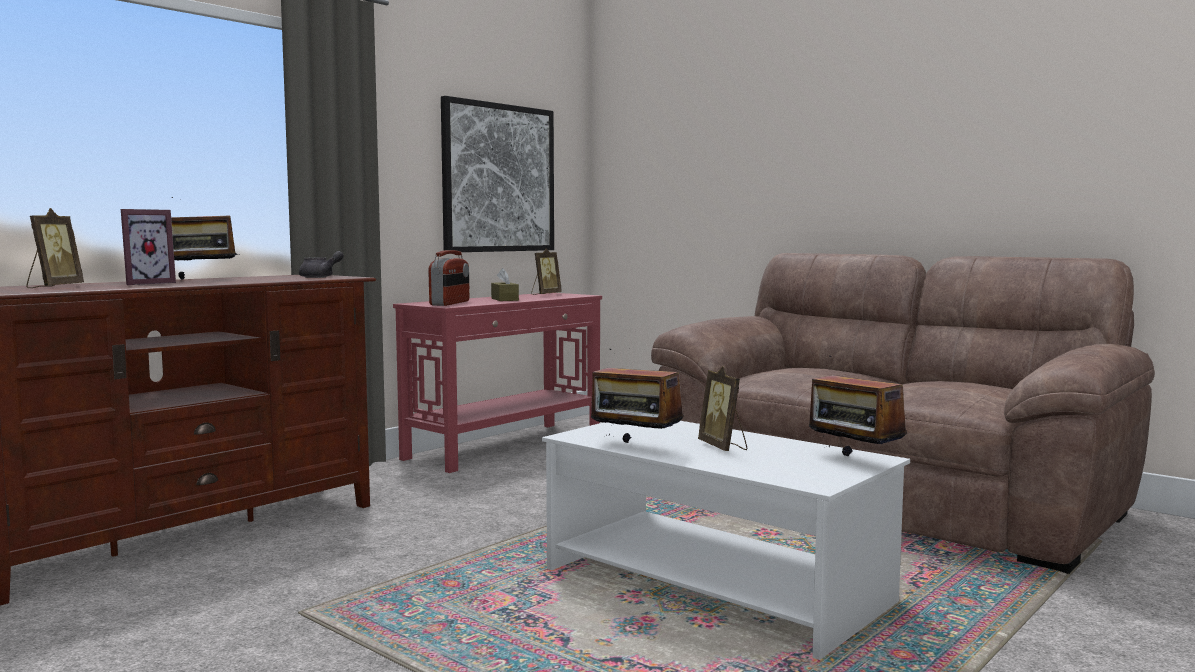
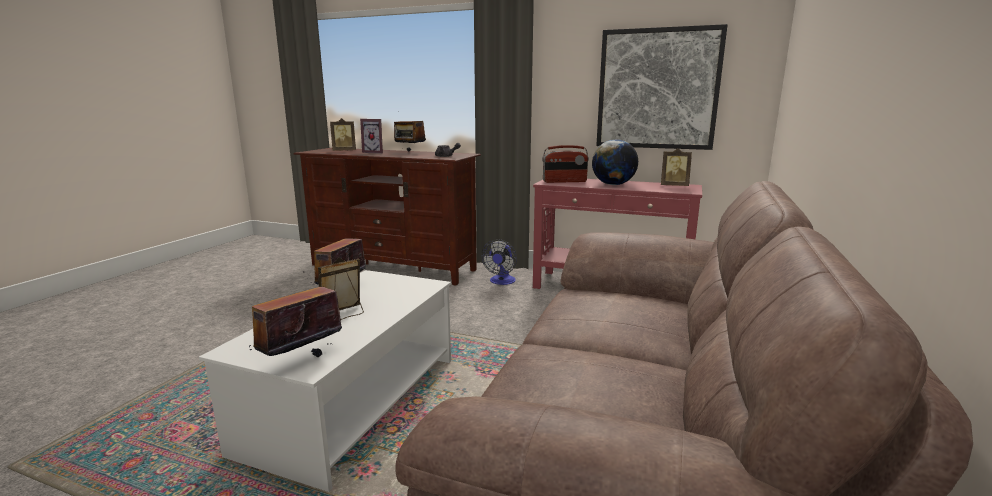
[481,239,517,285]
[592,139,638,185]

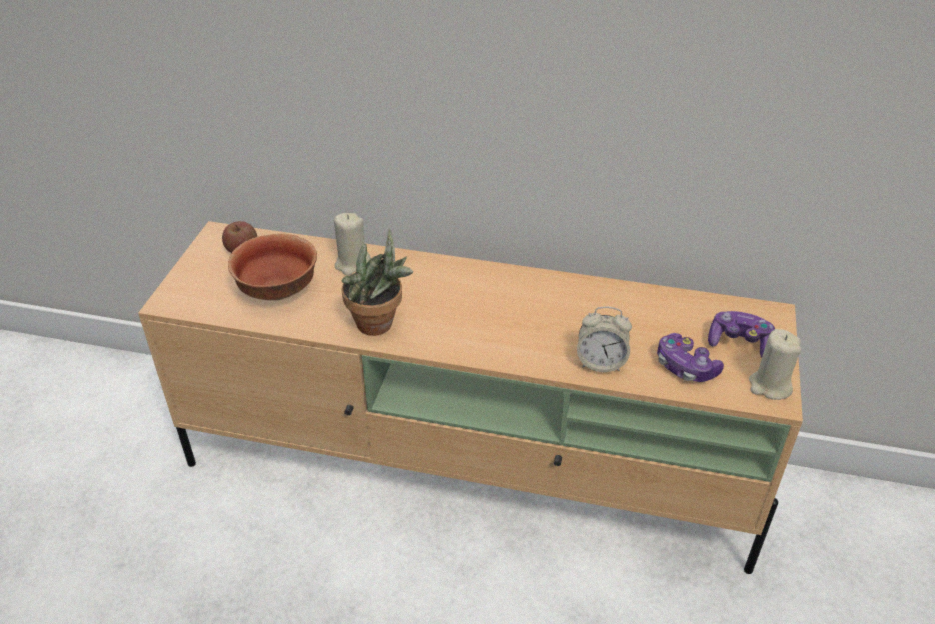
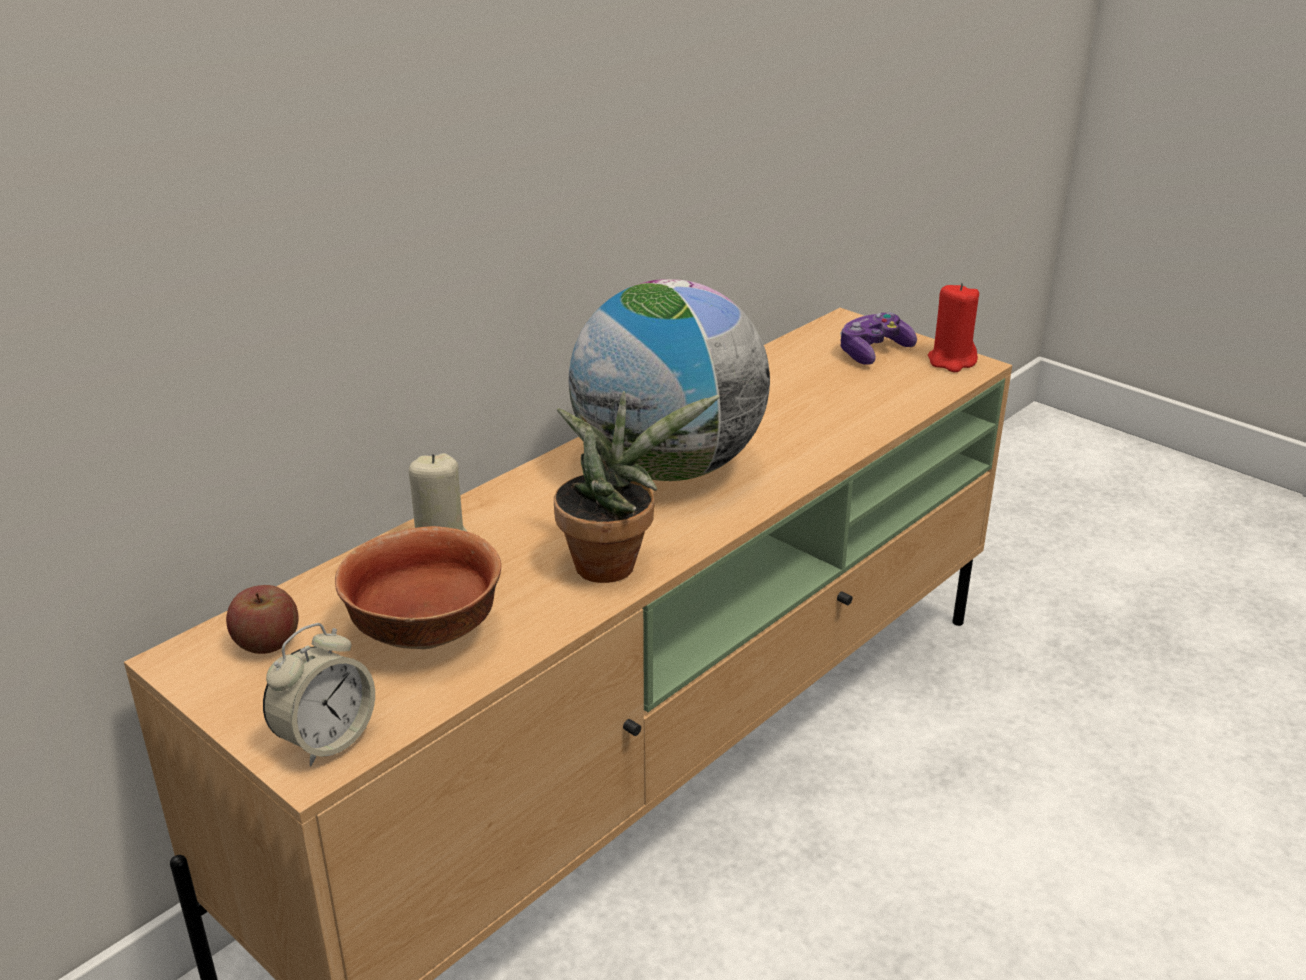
[657,333,724,382] (first image)
[569,279,770,481]
[263,623,375,766]
[928,283,979,372]

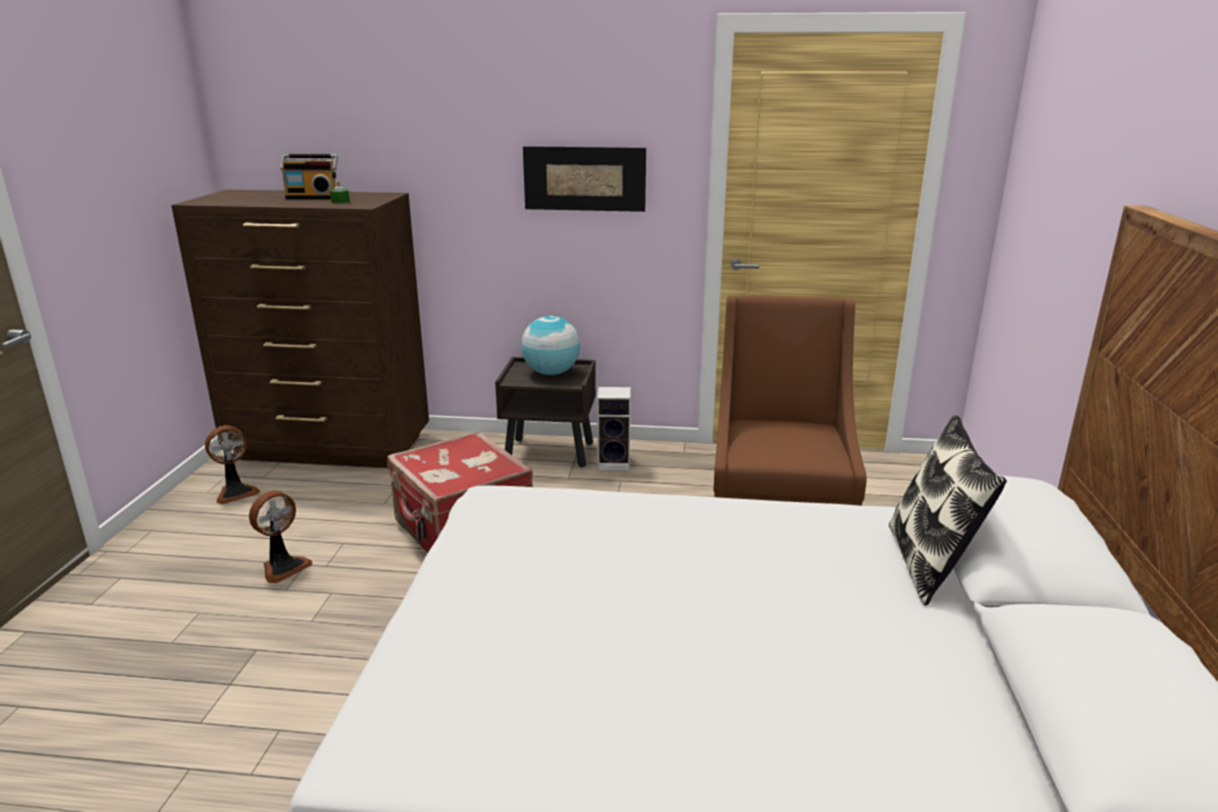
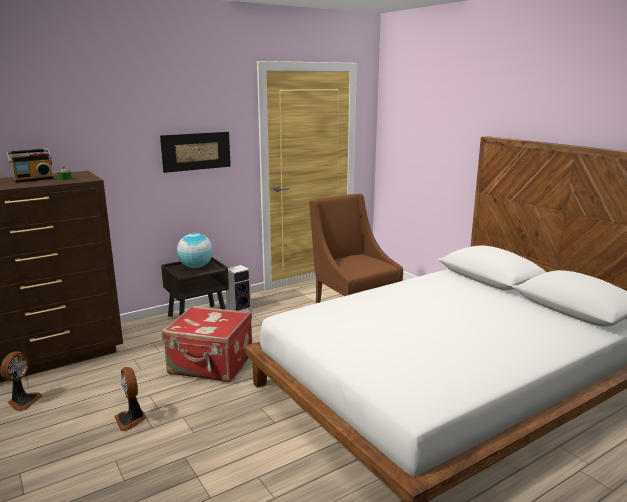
[889,415,1007,605] (first image)
[115,367,146,431]

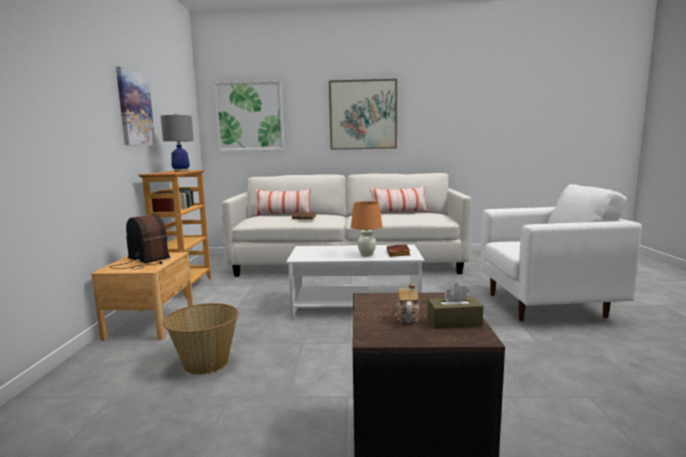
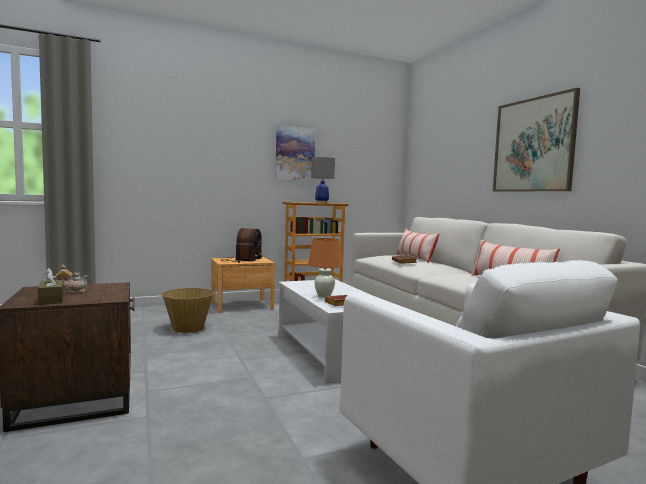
[213,80,284,151] (first image)

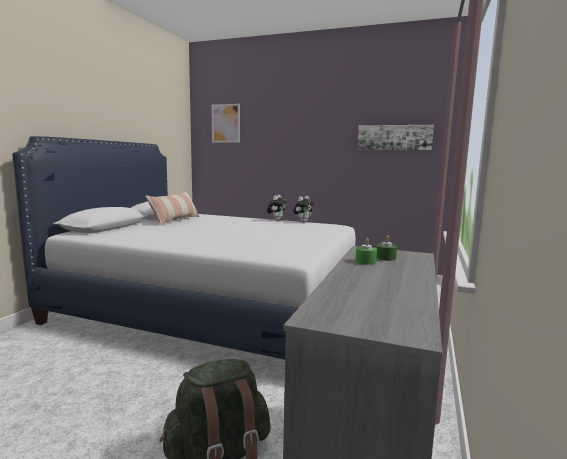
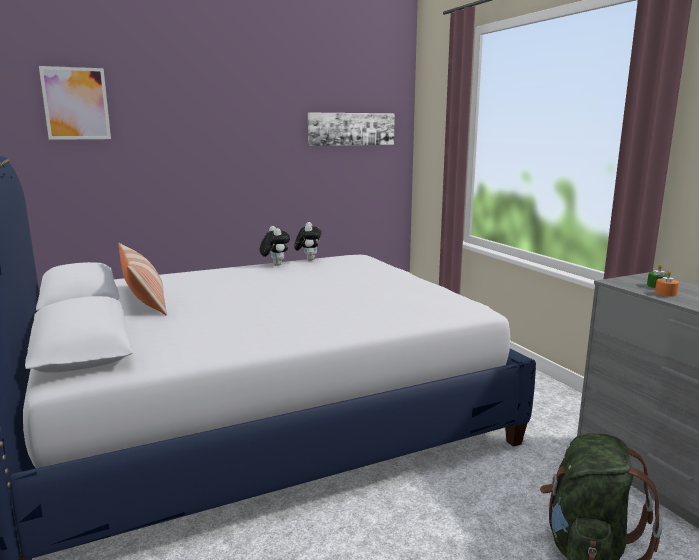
[655,271,679,296]

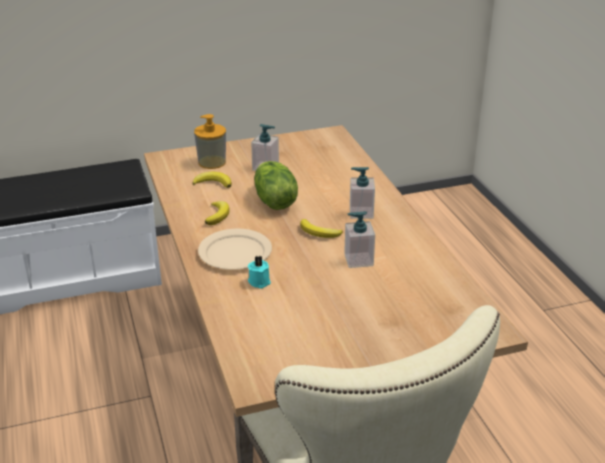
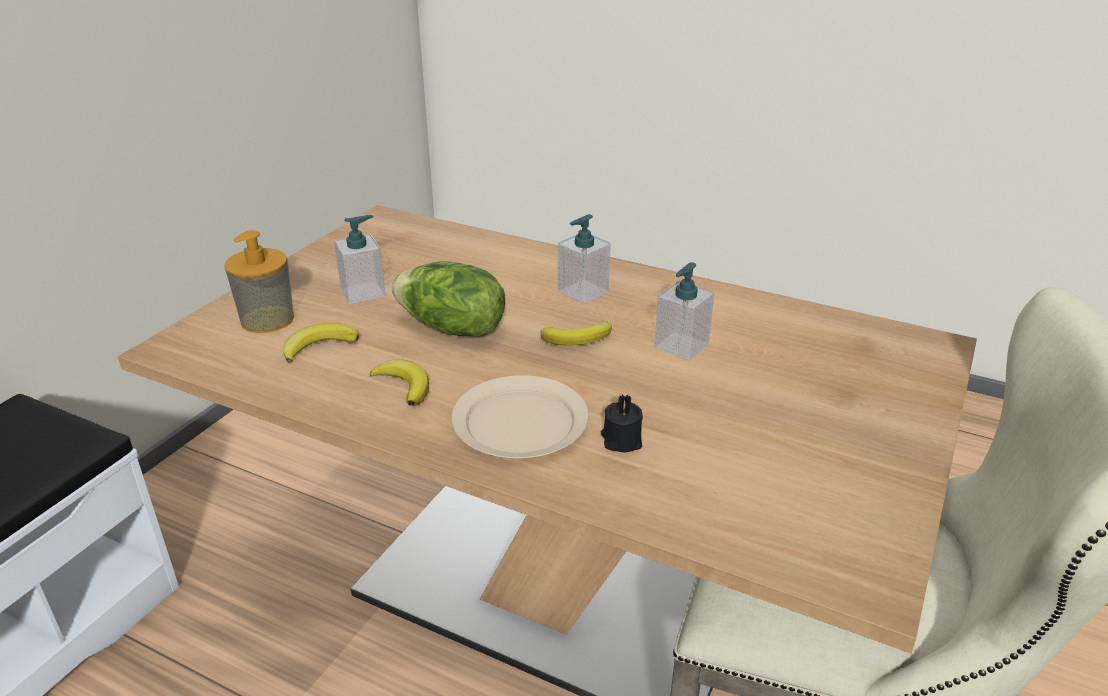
[601,394,643,452]

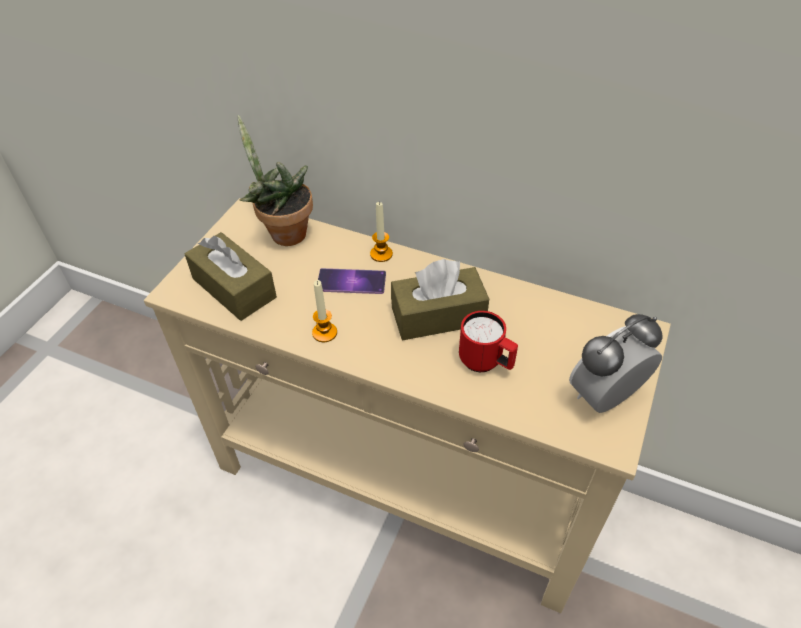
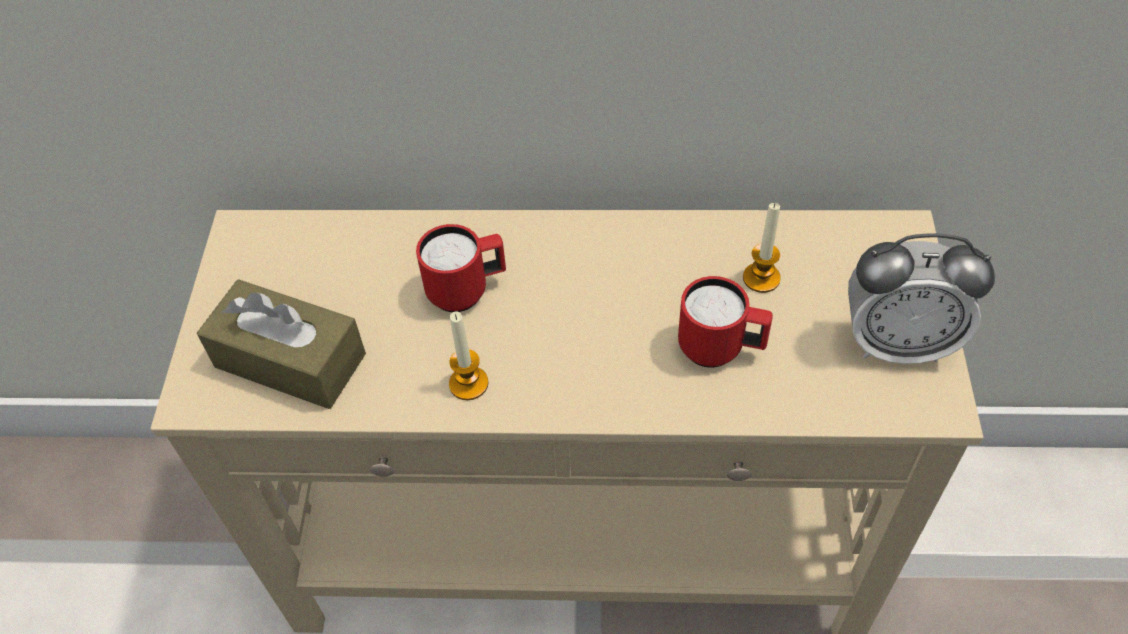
[238,115,313,246] (first image)
[391,259,489,340] (first image)
[743,203,781,293]
[416,224,506,312]
[848,233,995,364]

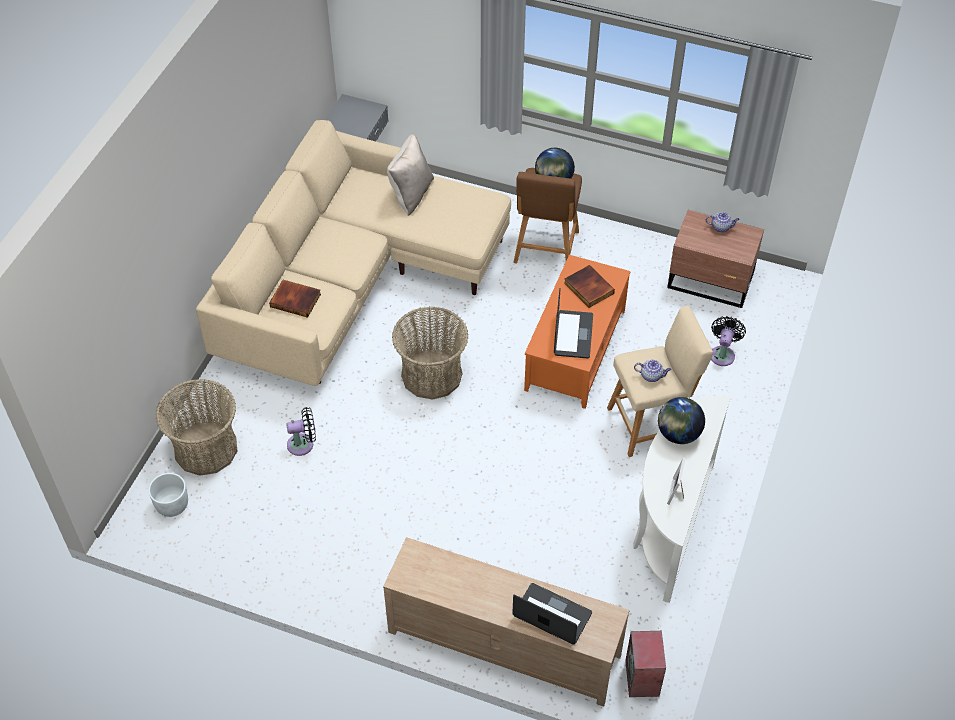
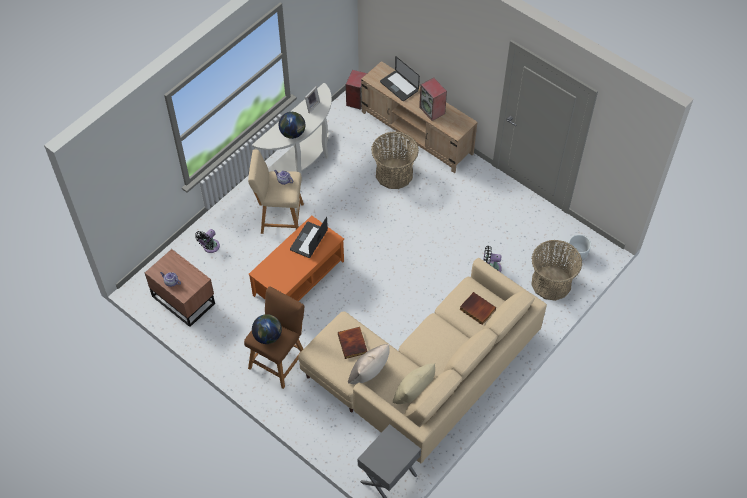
[393,363,435,404]
[419,78,447,121]
[371,132,419,189]
[338,327,367,359]

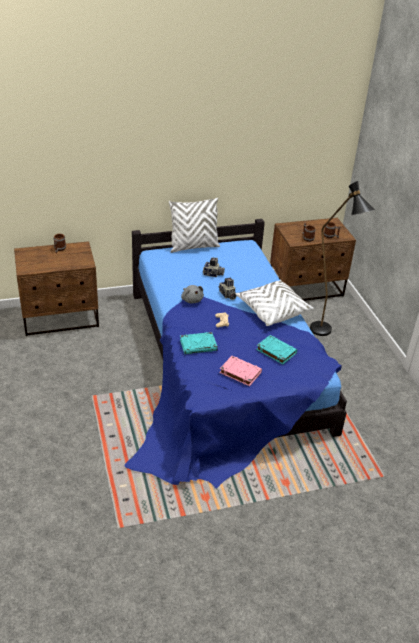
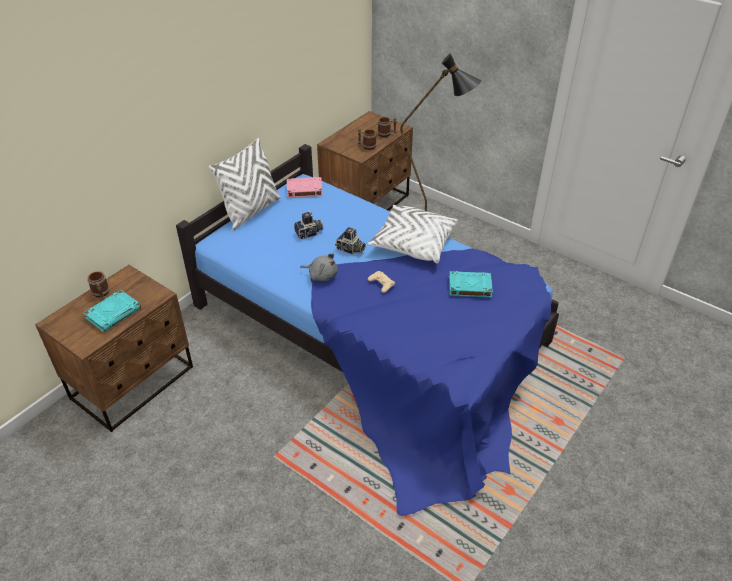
[83,290,141,333]
[287,177,323,198]

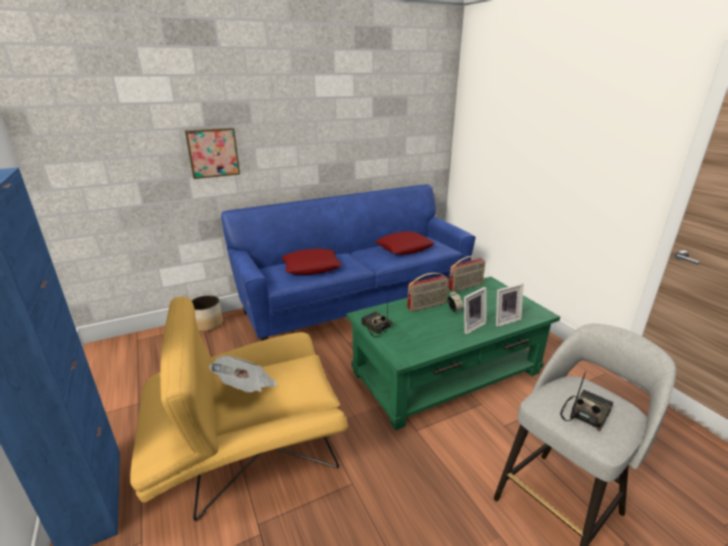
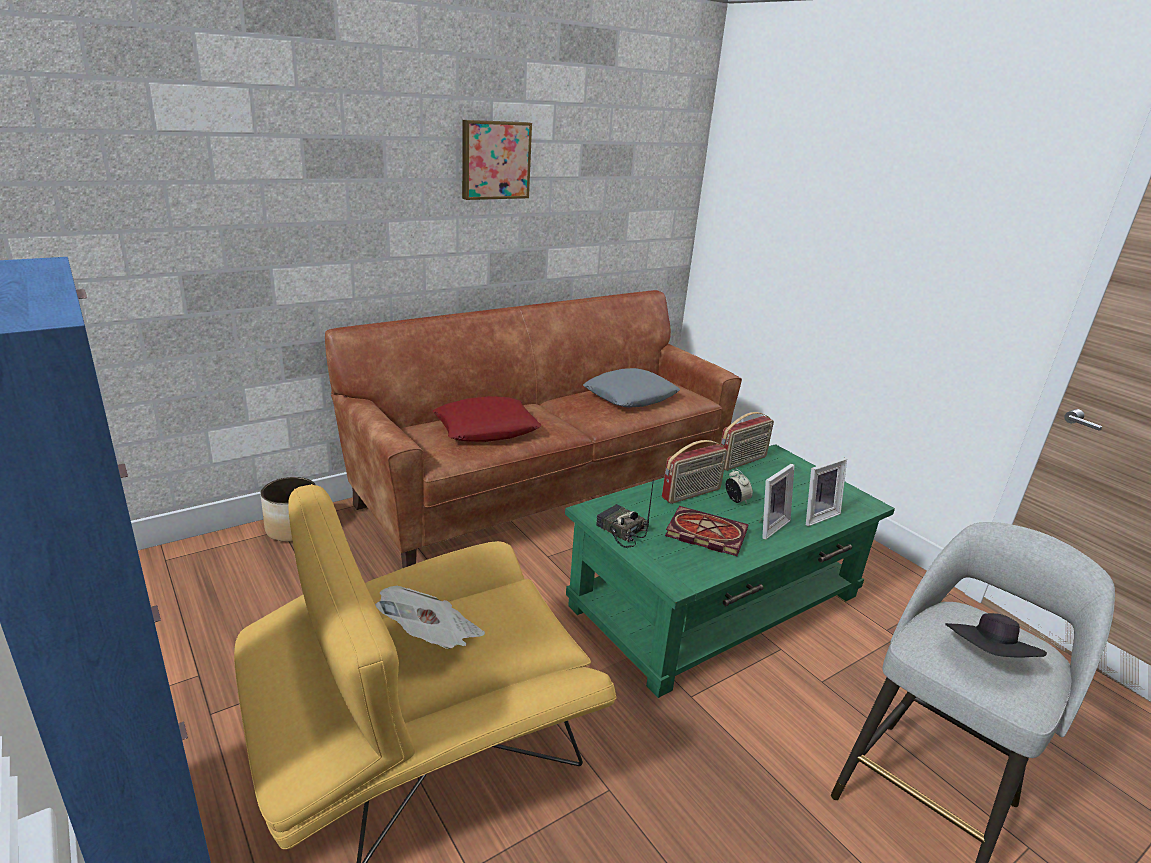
[665,506,749,556]
[462,120,532,200]
[945,613,1047,658]
[325,290,742,568]
[583,368,680,408]

